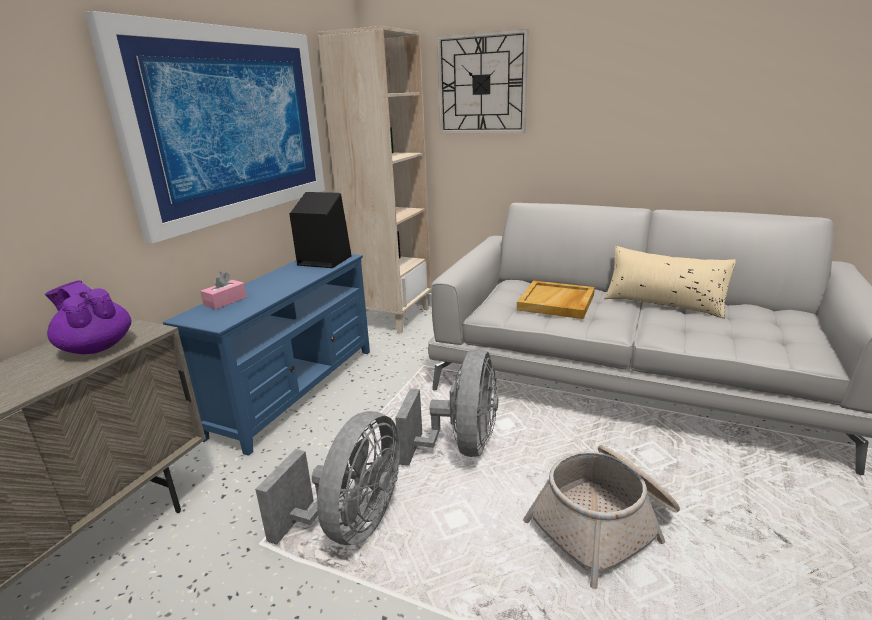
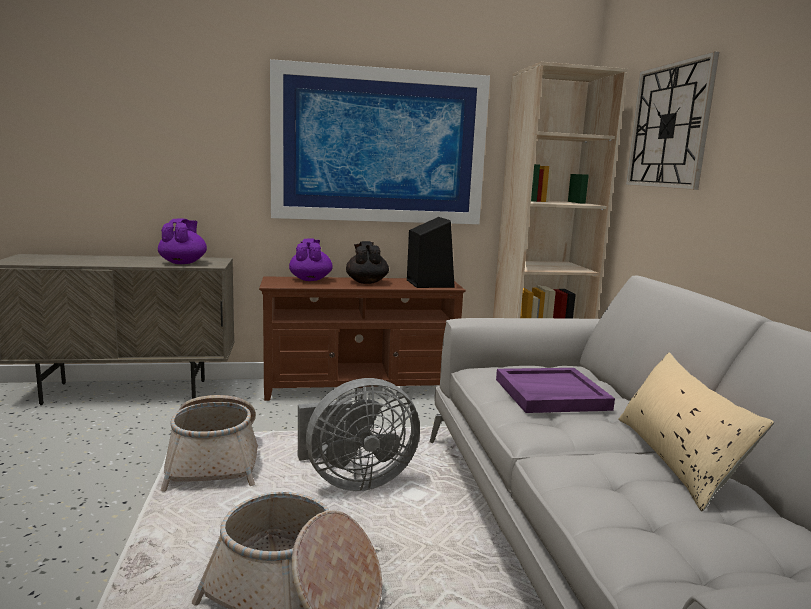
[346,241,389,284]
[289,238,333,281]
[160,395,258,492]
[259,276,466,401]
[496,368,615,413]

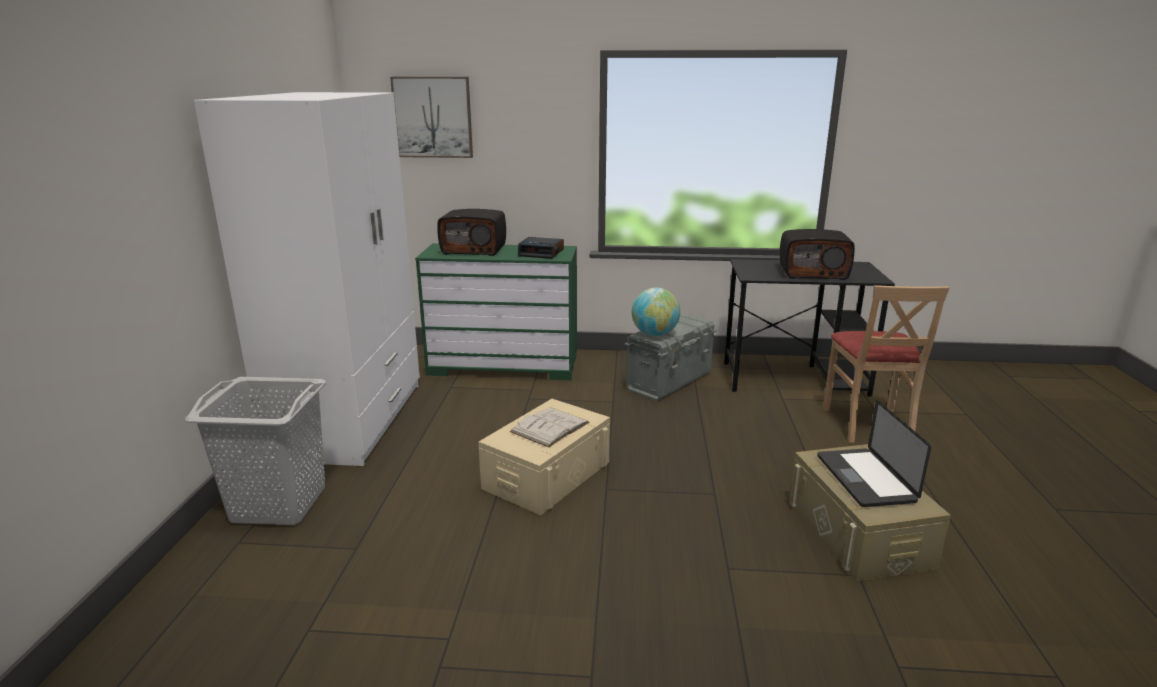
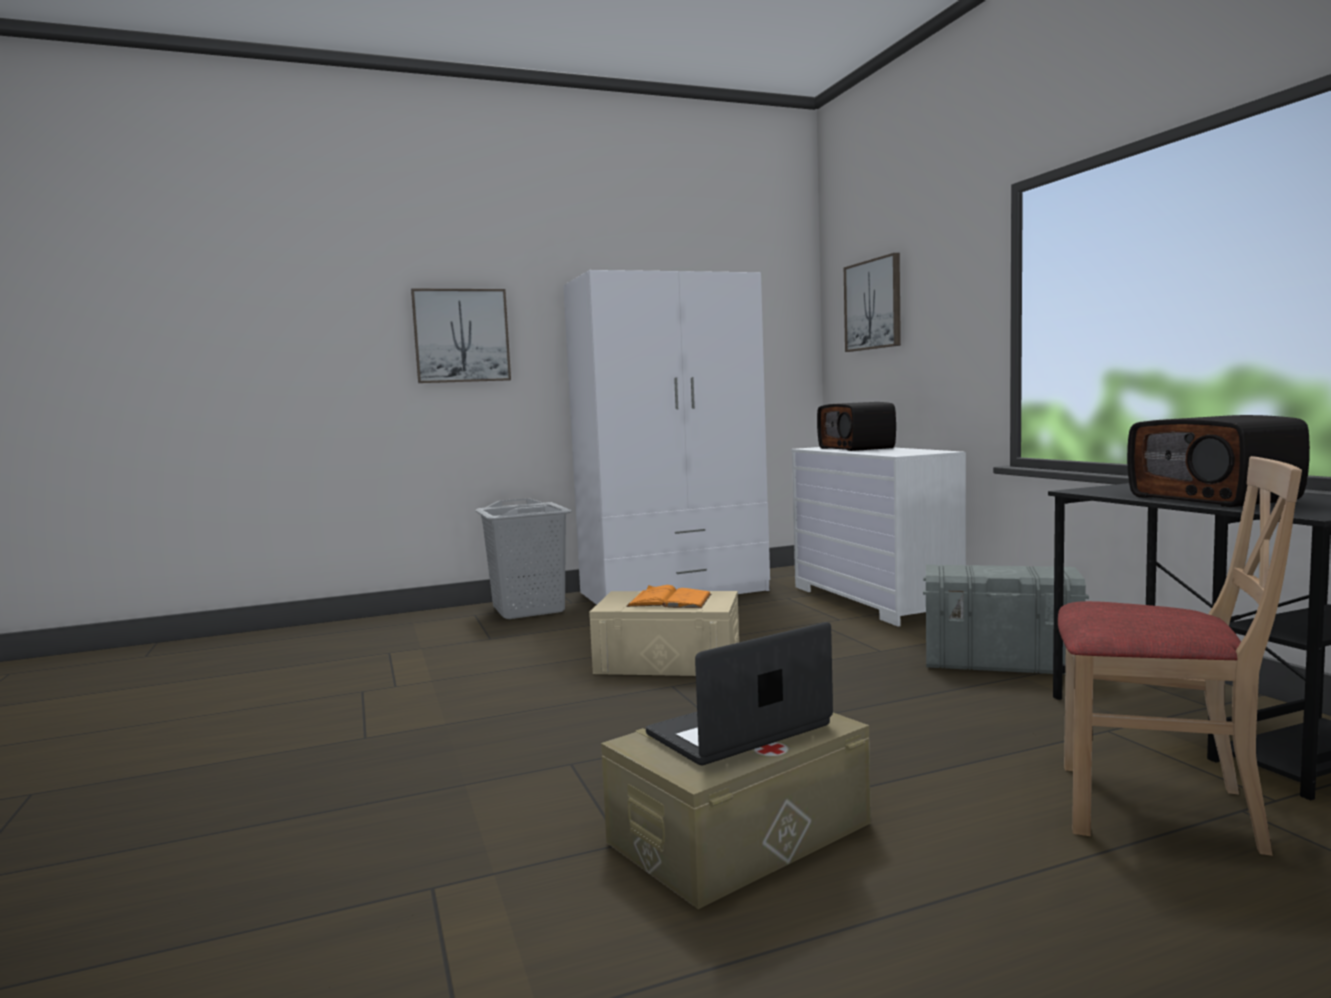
[518,237,564,259] (first image)
[632,288,680,336] (first image)
[411,288,511,383]
[791,447,966,627]
[626,585,711,608]
[1058,456,1302,856]

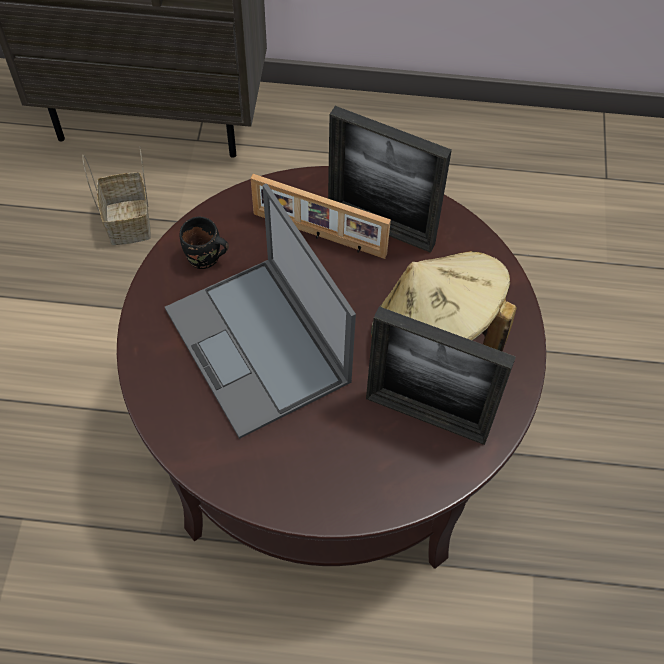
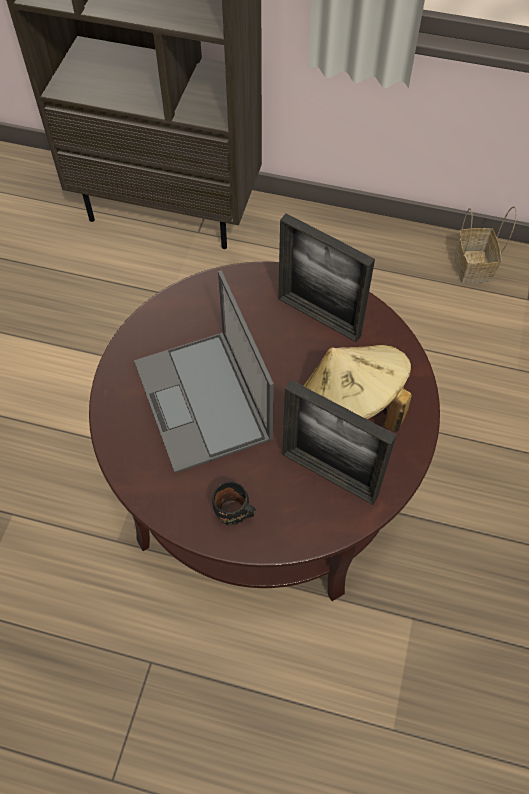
[251,174,391,259] (first image)
[455,206,517,283]
[212,481,256,526]

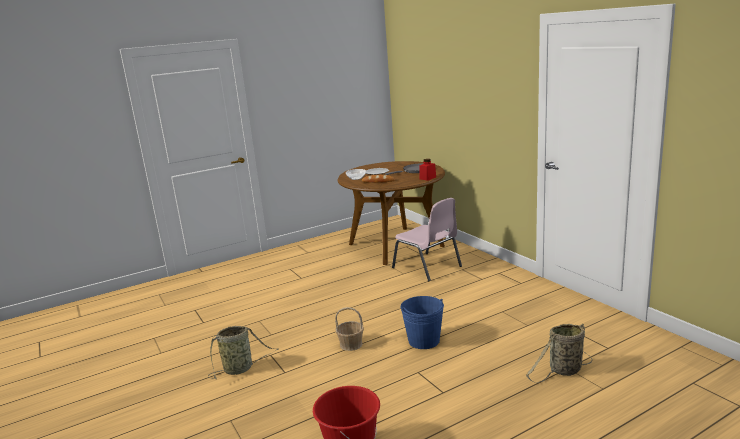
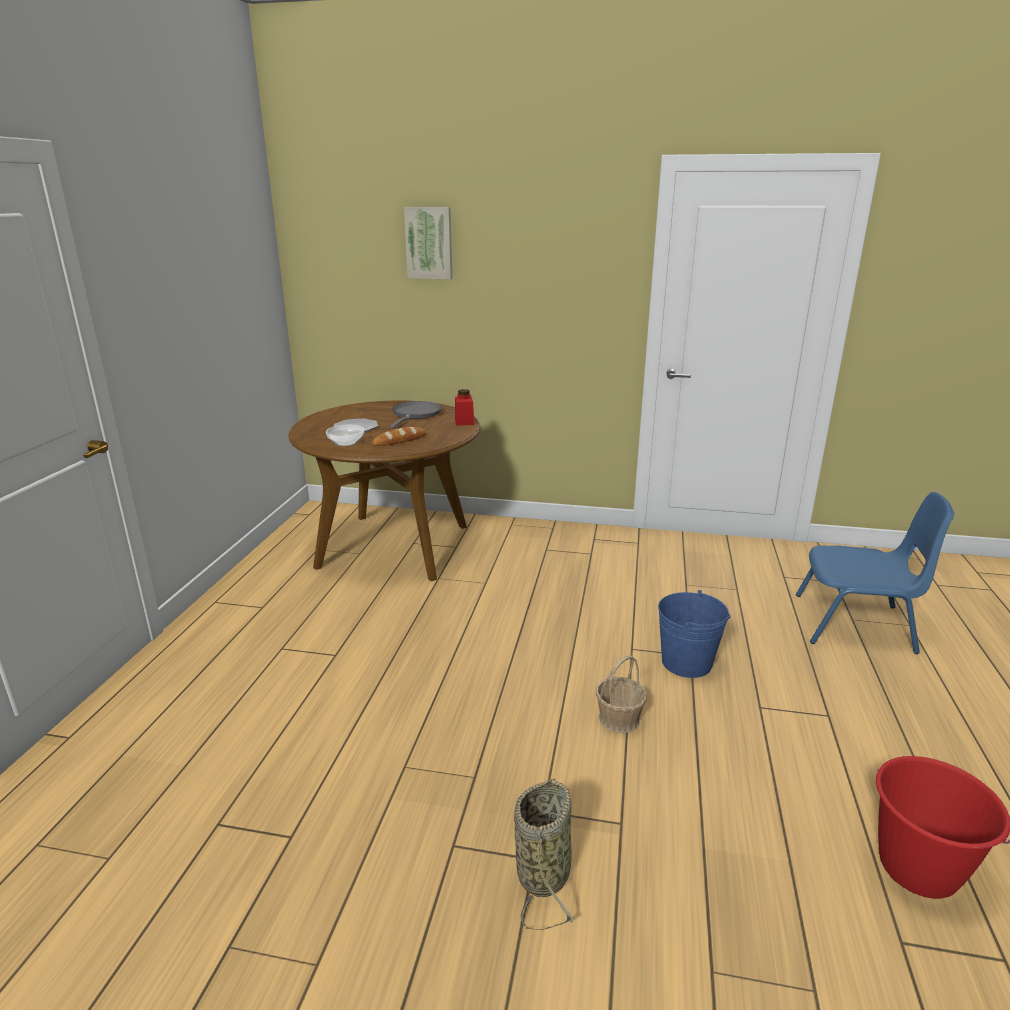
[392,198,462,281] (first image)
[404,207,452,279]
[796,492,954,654]

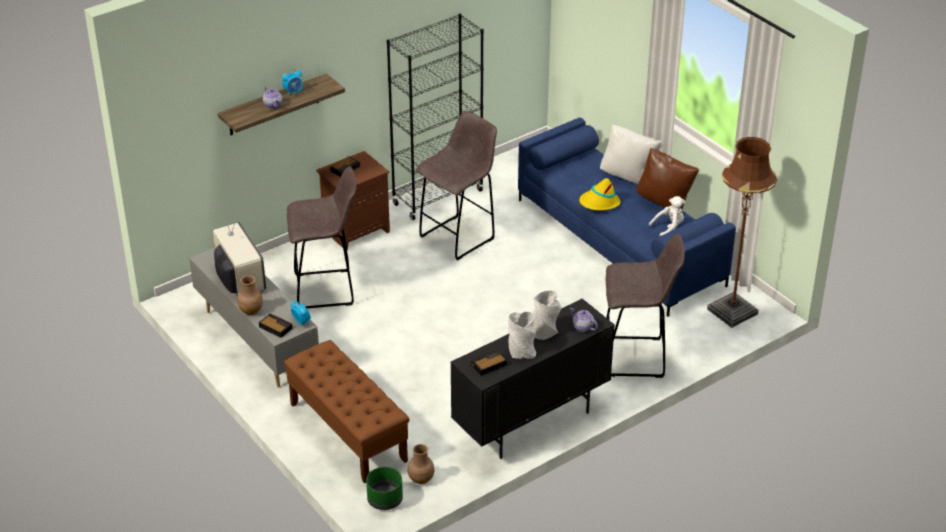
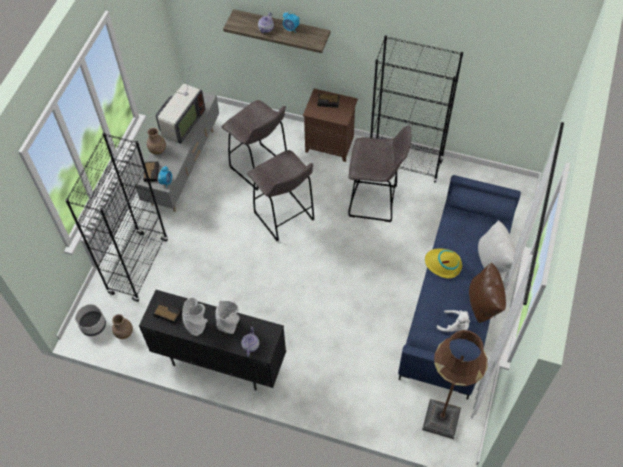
[247,150,315,241]
[65,133,168,302]
[75,304,106,336]

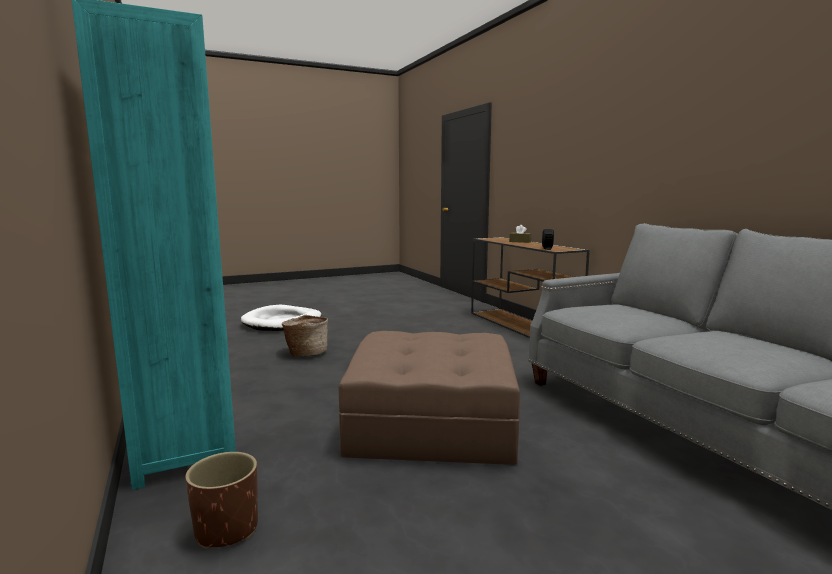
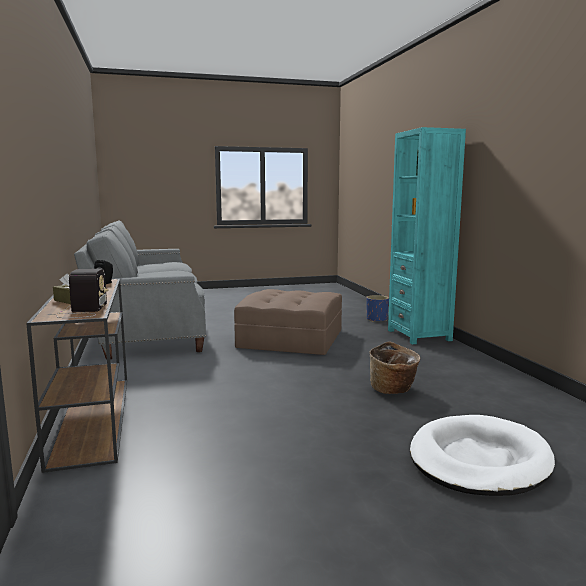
[47,269,109,318]
[366,295,389,322]

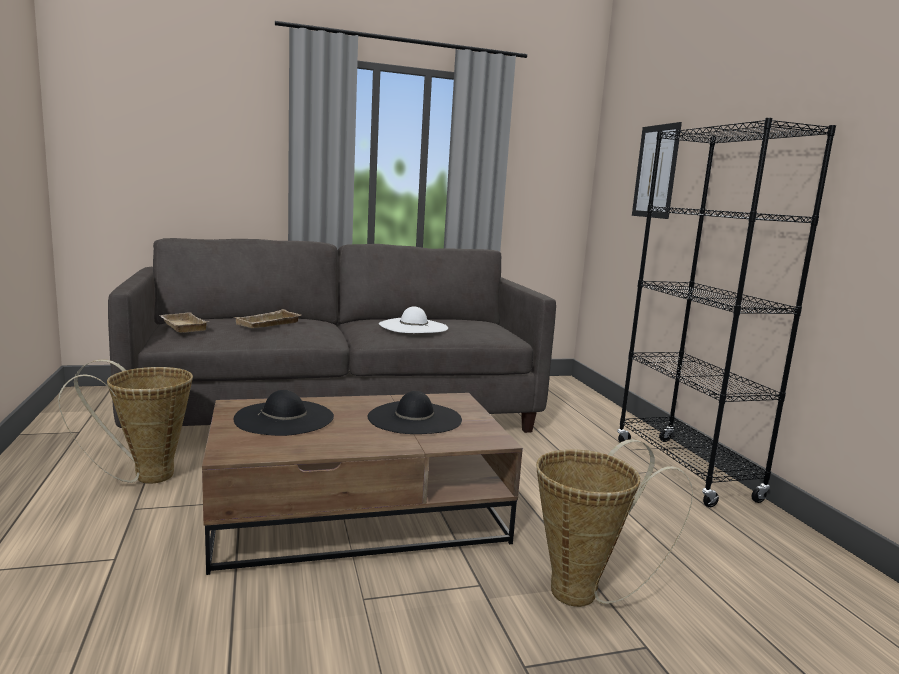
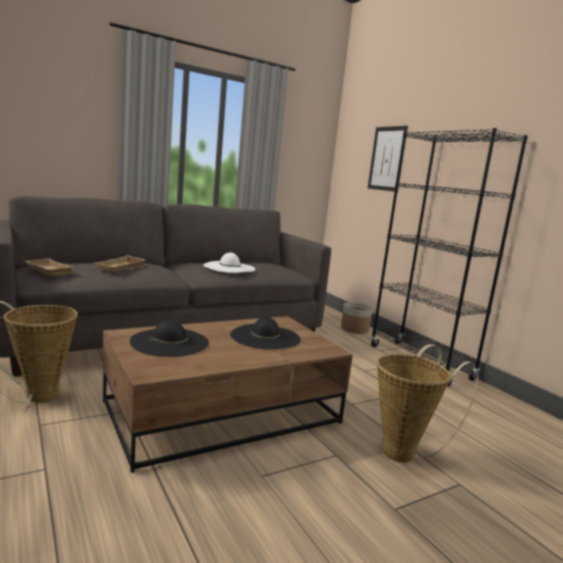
[341,302,373,334]

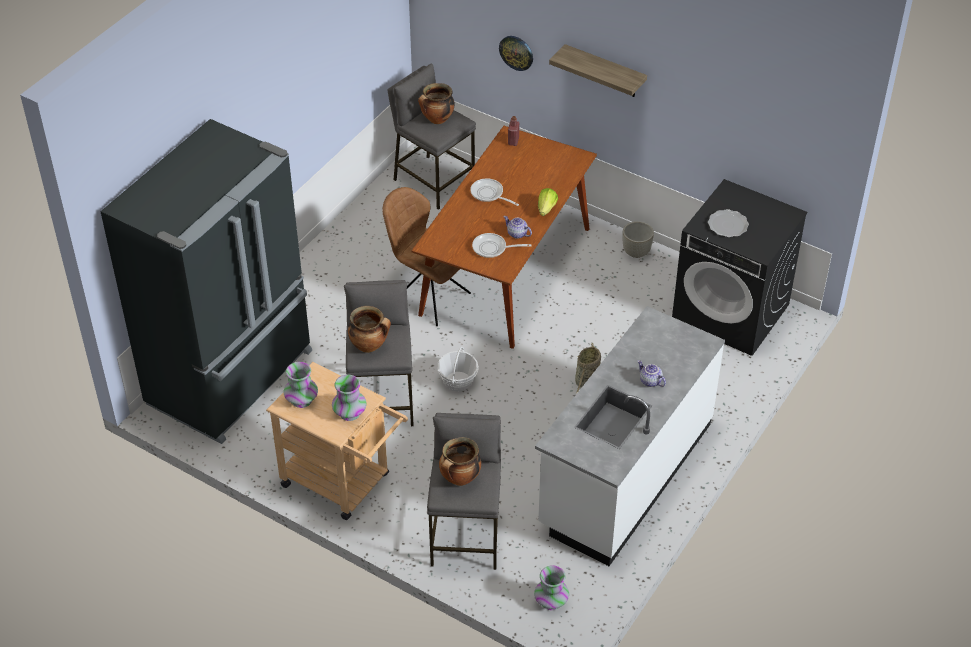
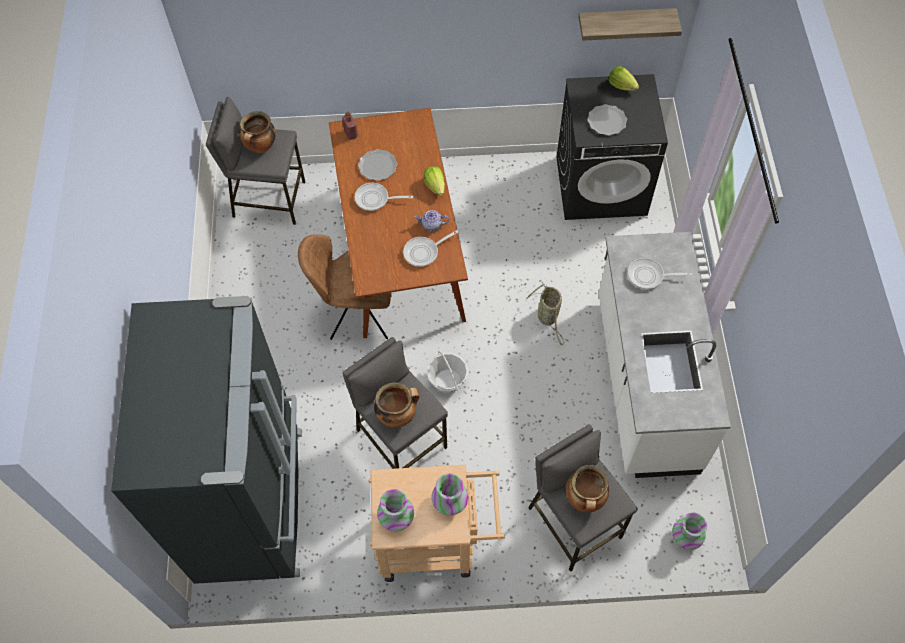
[499,36,533,71] (first image)
[622,221,654,258] (first image)
[638,360,666,387] (first image)
[358,149,398,181]
[608,66,639,91]
[628,258,692,289]
[579,8,682,41]

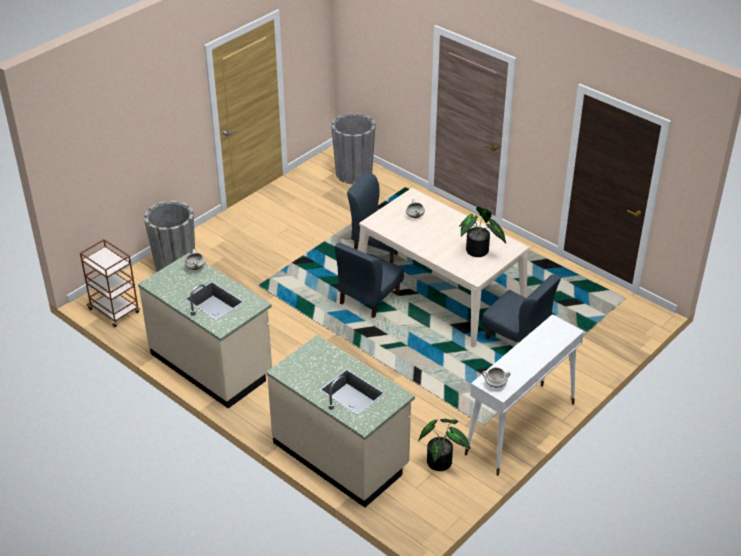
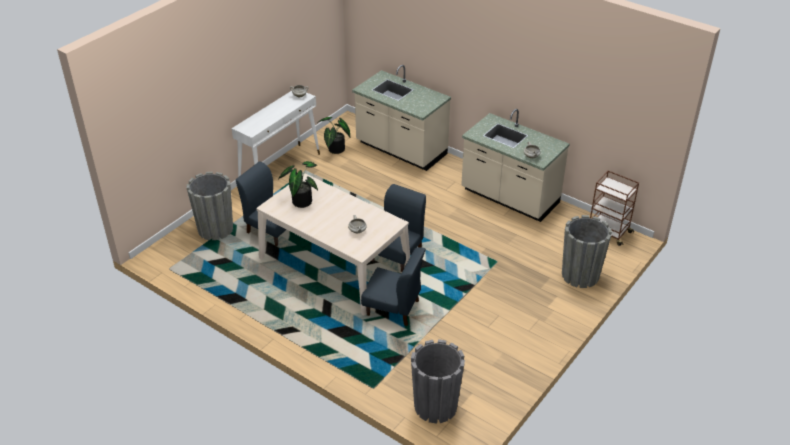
[187,172,233,240]

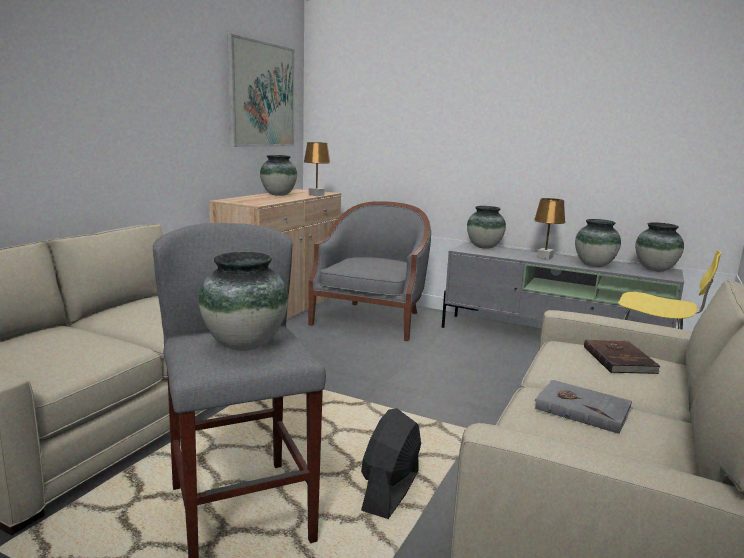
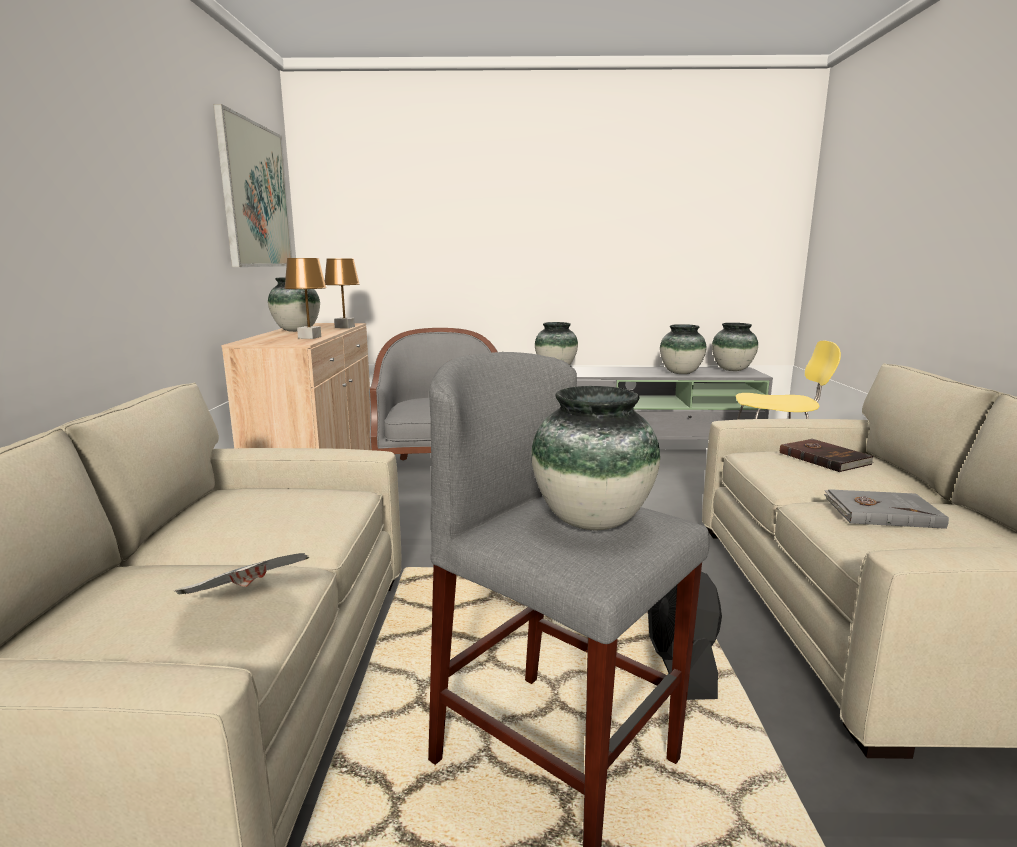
[173,553,310,594]
[284,258,327,339]

